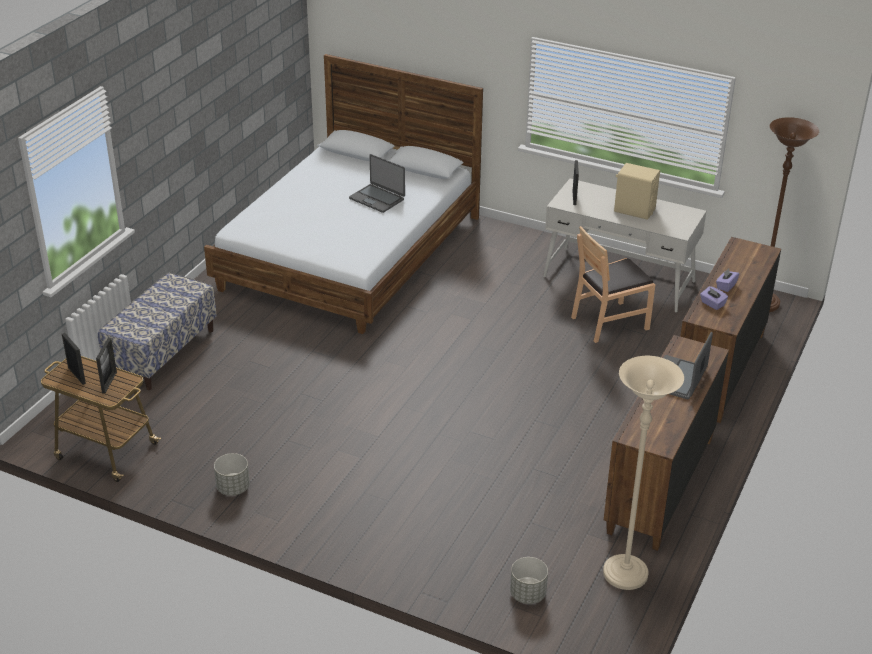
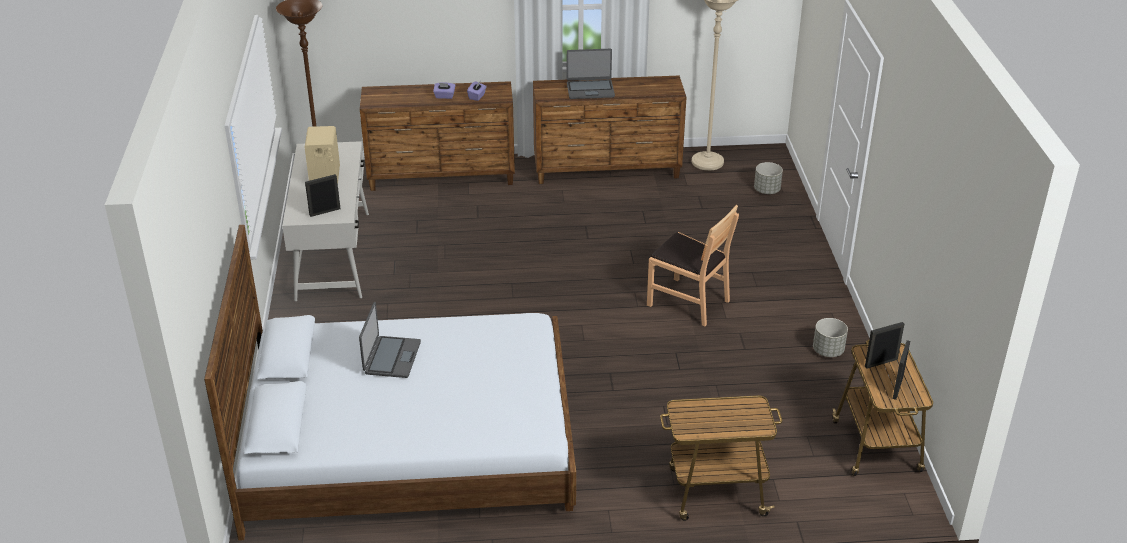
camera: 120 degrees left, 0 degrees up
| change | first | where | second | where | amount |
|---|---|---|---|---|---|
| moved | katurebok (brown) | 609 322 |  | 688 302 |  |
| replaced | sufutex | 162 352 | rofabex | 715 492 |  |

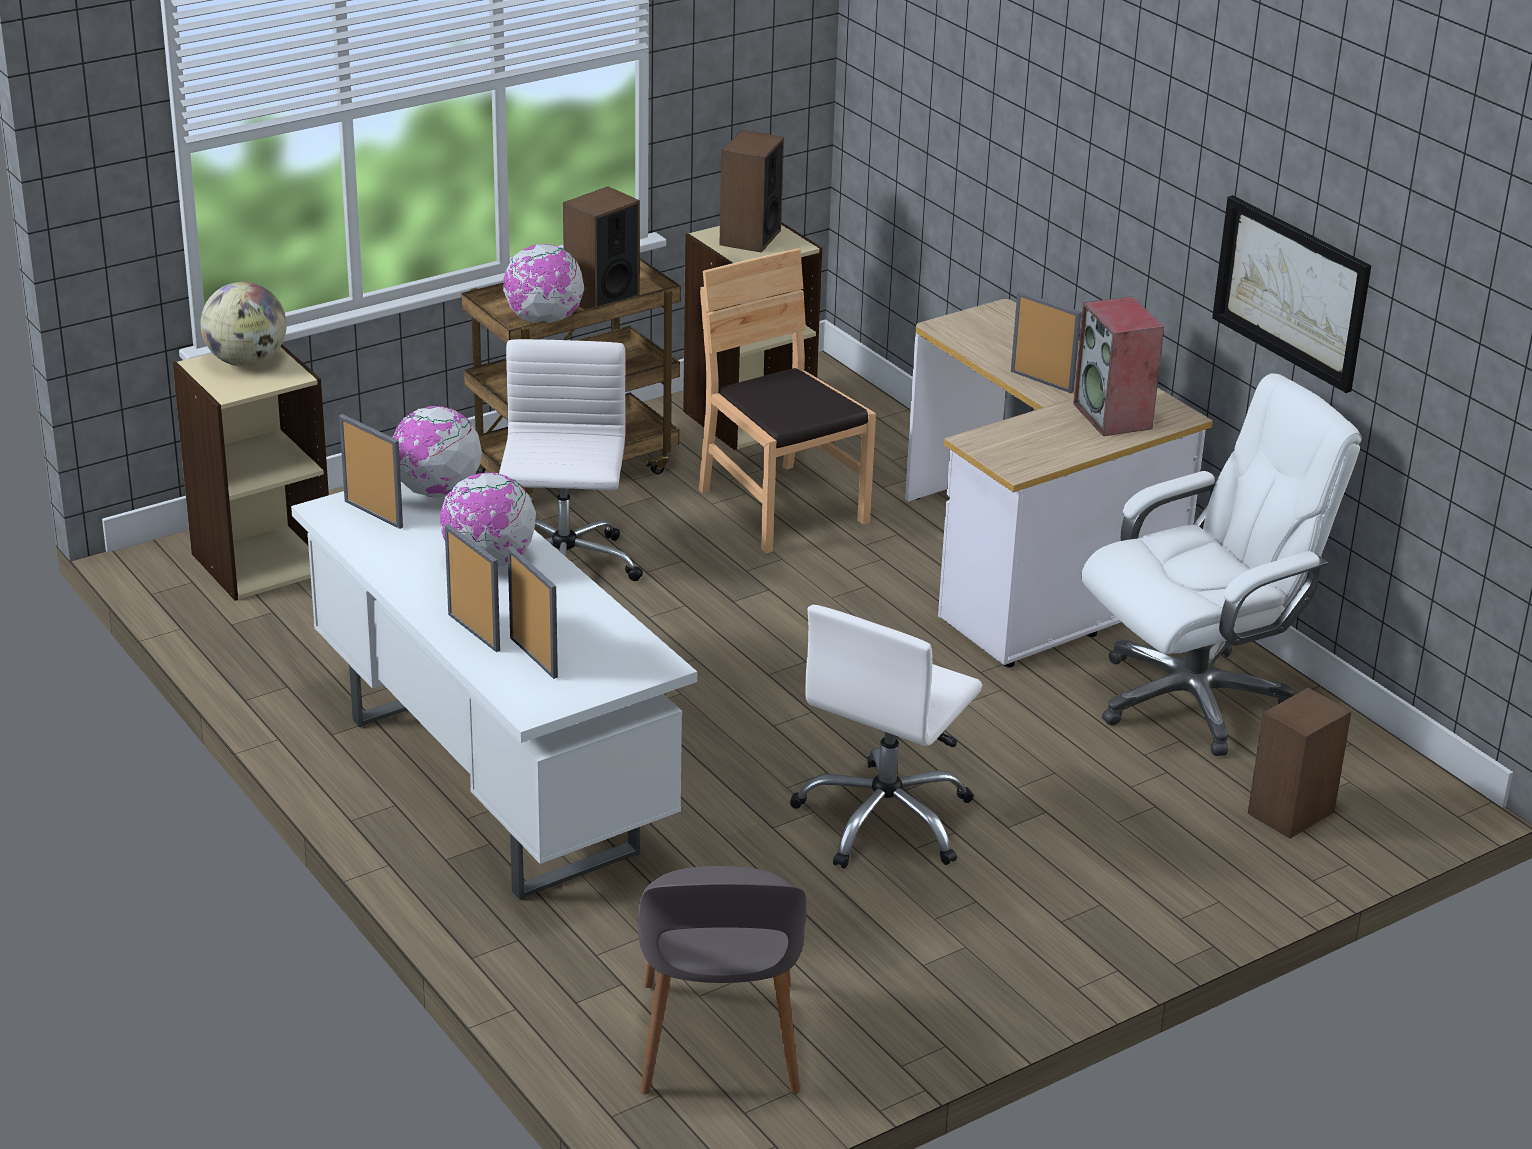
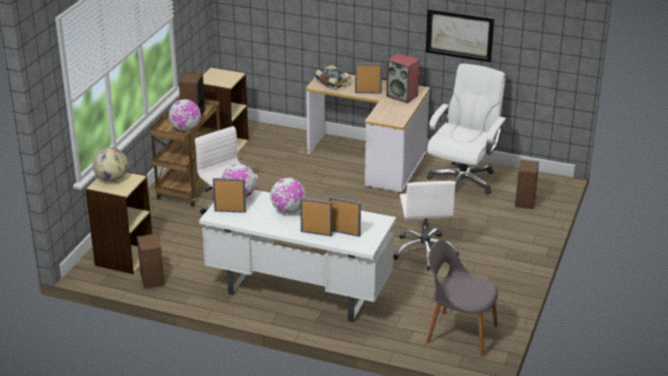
camera: 35 degrees left, 0 degrees up
| change | first | where | second | where | amount |
|---|---|---|---|---|---|
| moved | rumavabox | 749 237 |  | 152 279 |  |
| added |  |  | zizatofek | 332 83 |  |
| turned | katurebok (grey) | 718 1042 |  | 459 333 | 150 degrees clockwise |
| removed | katurebok (brown) | 781 507 |  |  |  |

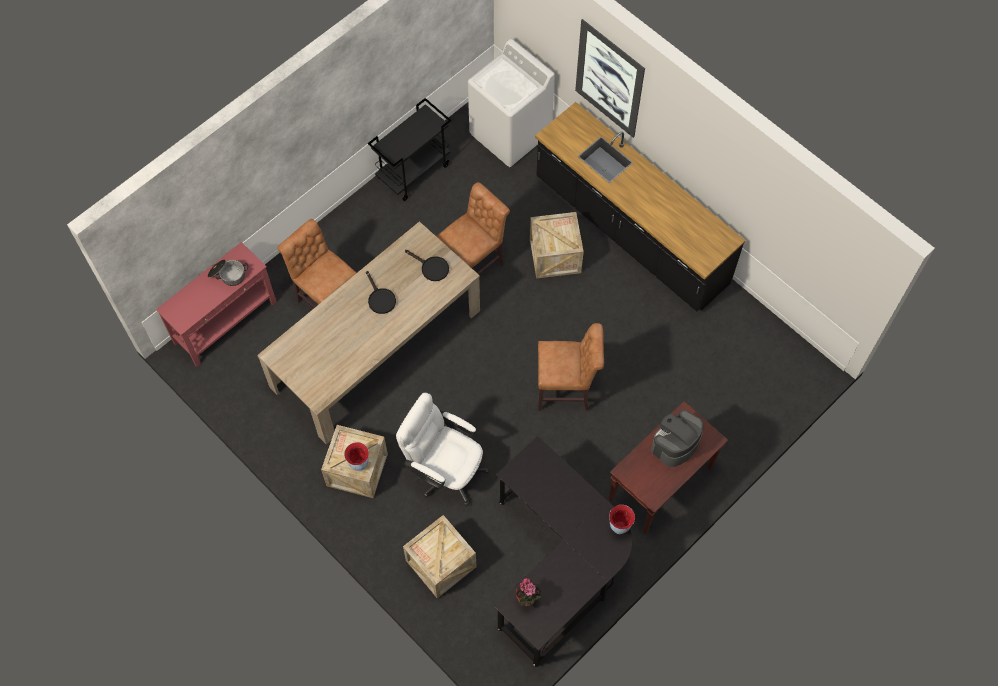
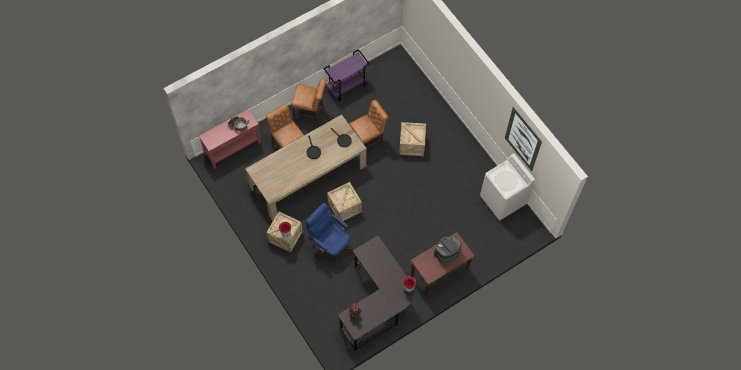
camera: 10 degrees right, 0 degrees up
| change | first | where | second | where | amount |
|---|---|---|---|---|---|
| moved | katurebok (brown) | 566 390 |  | 310 113 |  |
| recoloured | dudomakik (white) | 444 470 | dudomakik (blue) | 330 245 |  |
| recoloured | rofabex (black) | 414 171 | rofabex (purple) | 347 86 |  |
| moved | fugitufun | 441 563 |  | 344 207 |  |
| moved | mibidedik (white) | 510 134 |  | 503 200 |  |
| moved | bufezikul | 609 79 |  | 523 139 |  |
| removed | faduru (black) | 630 232 |  |  |  |

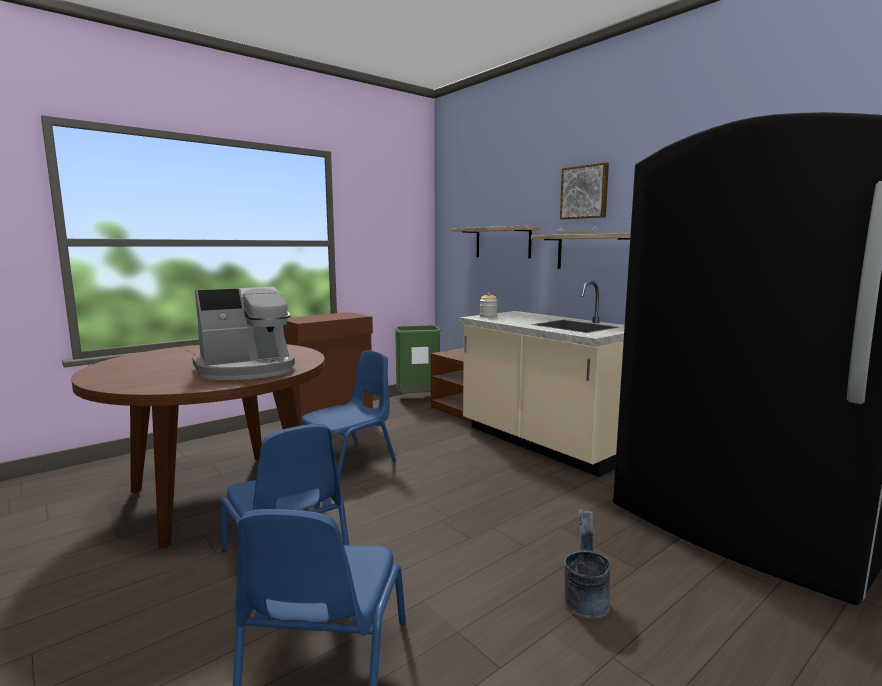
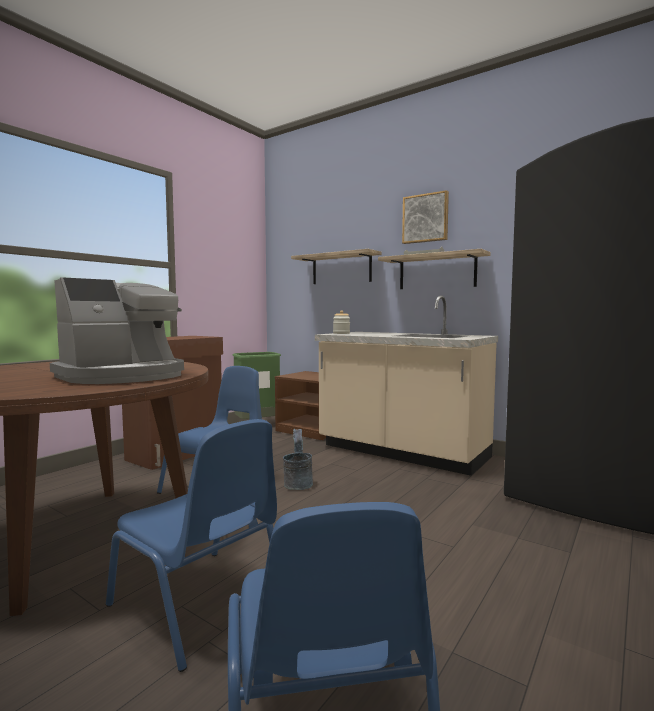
camera: 15 degrees left, 5 degrees down
| change | first | where | second | where | amount |
|---|---|---|---|---|---|
| moved | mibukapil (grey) | 585 599 |  | 298 483 |  |

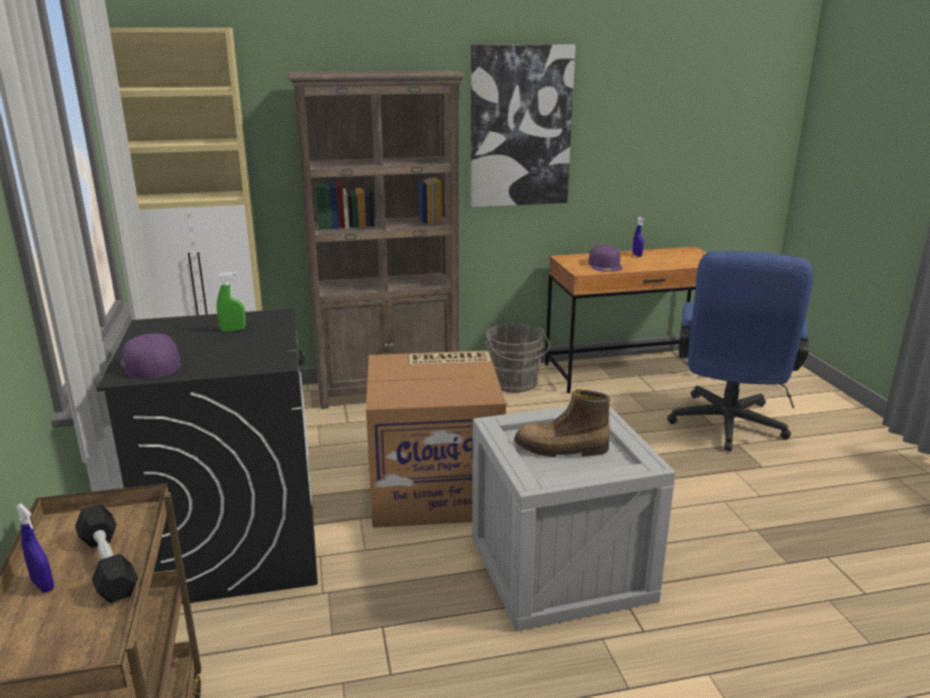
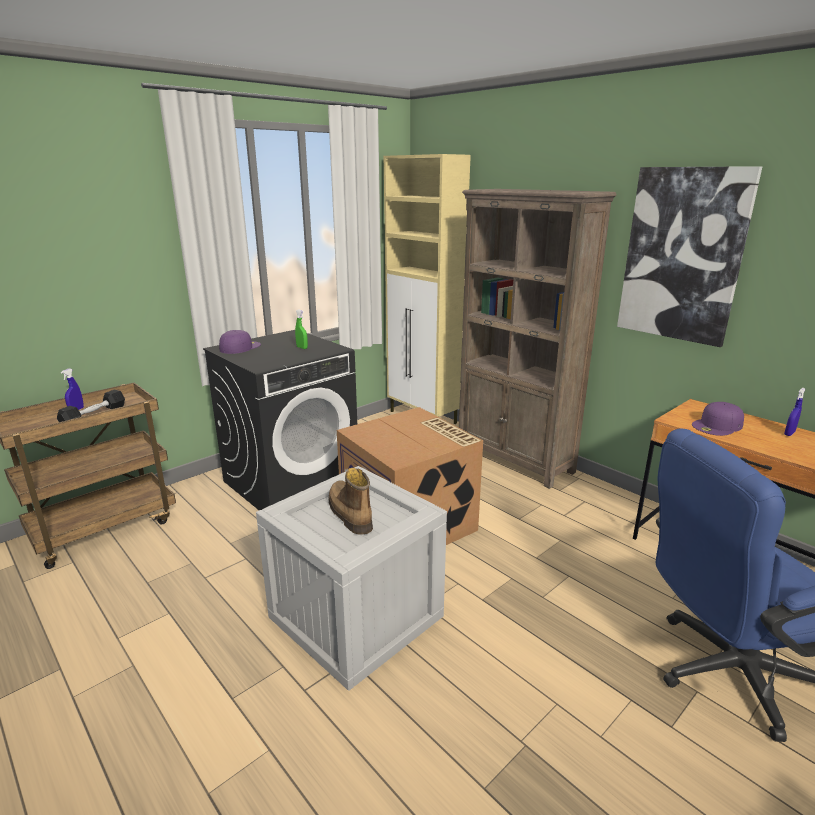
camera: 60 degrees right, 0 degrees up
| change | first | where | second | where | amount |
|---|---|---|---|---|---|
| removed | mibukapil (grey) | 514 384 |  |  |  |

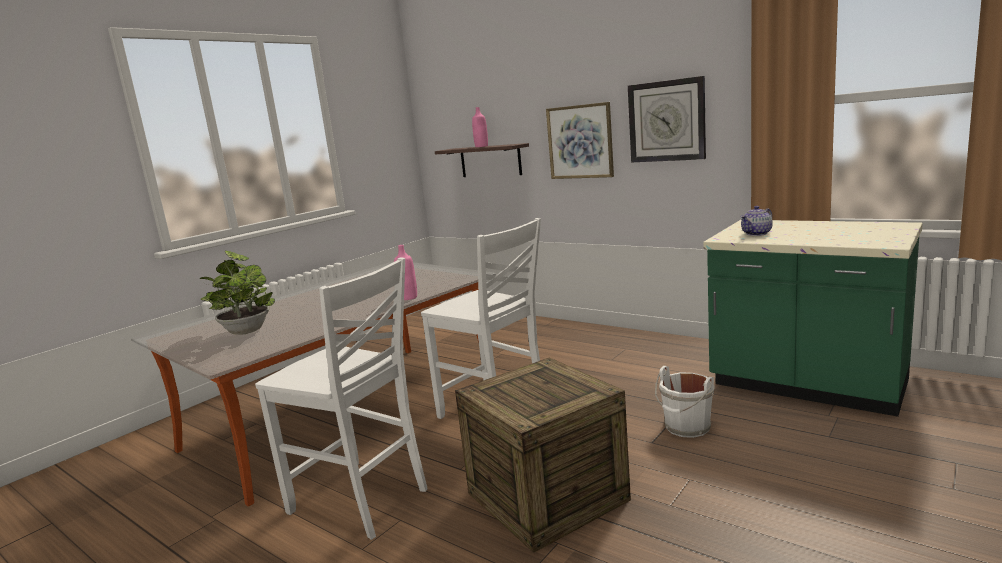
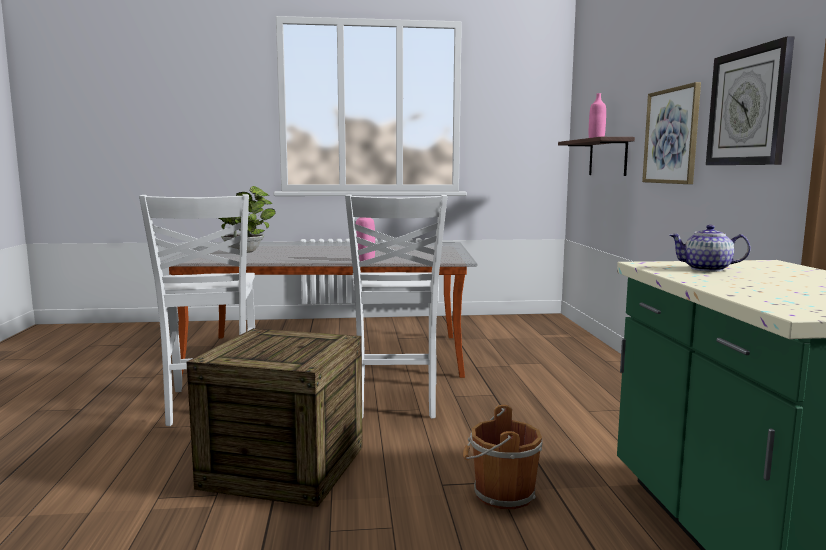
camera: 45 degrees right, 5 degrees down
| change | first | where | second | where | amount |
|---|---|---|---|---|---|
| recoloured | mibukapil (white) | 686 428 | mibukapil (brown) | 501 494 |  |

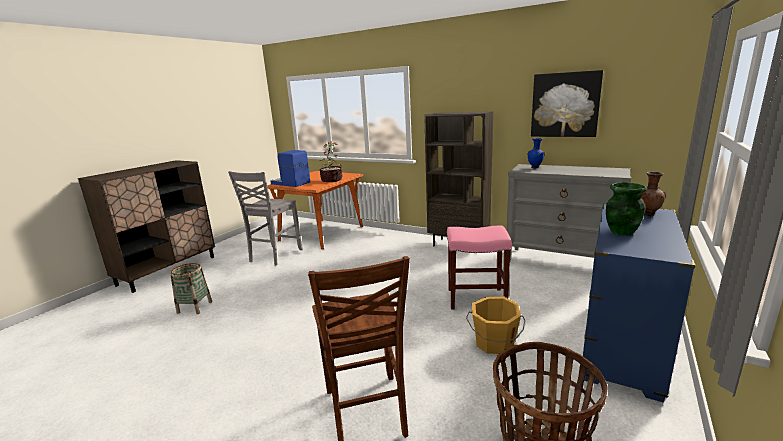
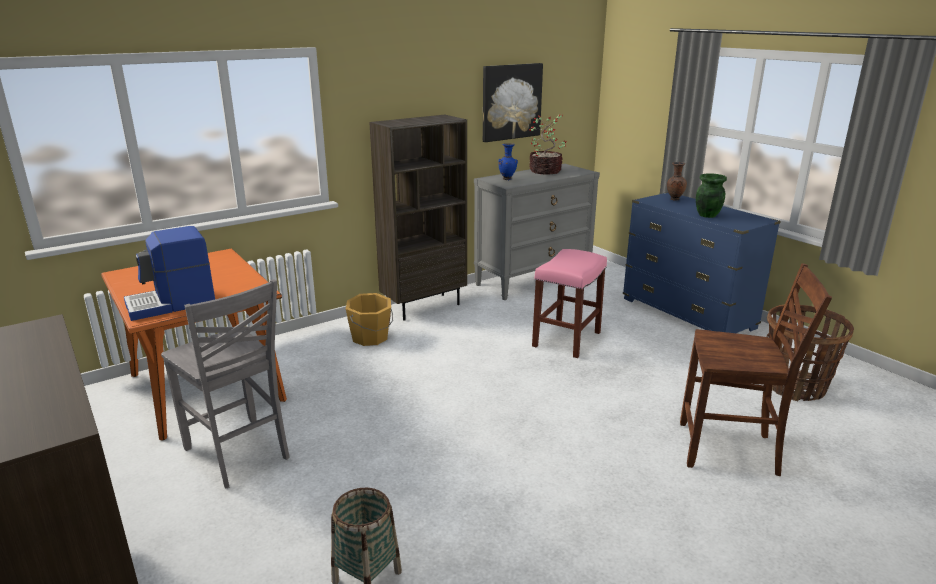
camera: 65 degrees left, 5 degrees up
| change | first | where | second | where | amount |
|---|---|---|---|---|---|
| moved | mibukapil (orange) | 494 343 |  | 370 337 |  |
| moved | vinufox | 332 180 |  | 546 171 |  |

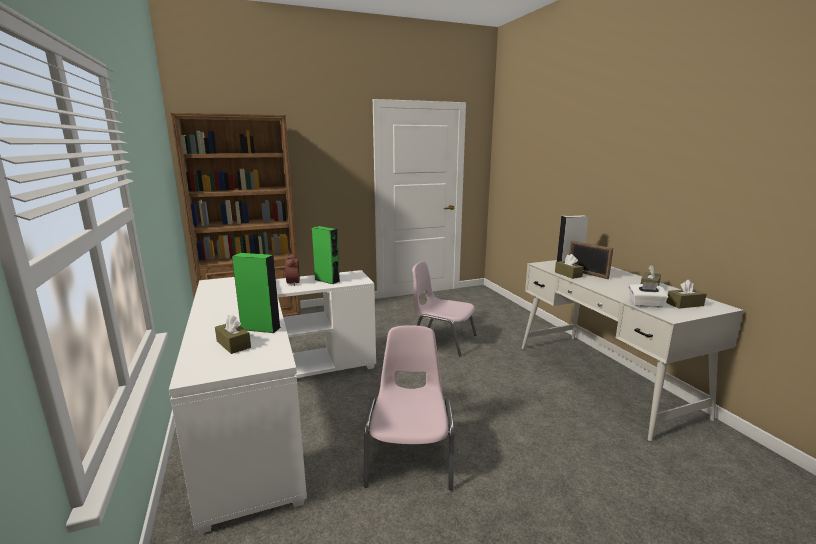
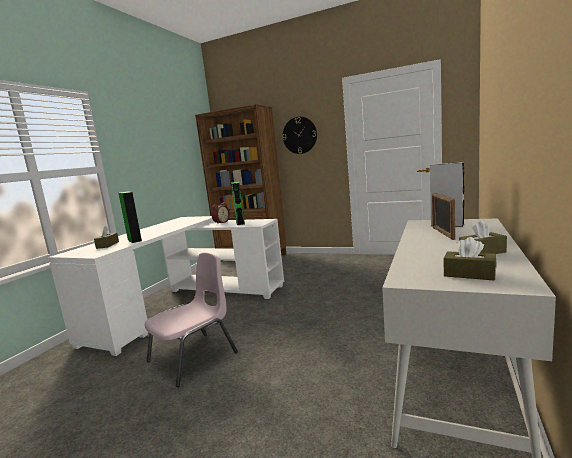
camera: 45 degrees right, 5 degrees down
| change | first | where | second | where | amount |
|---|---|---|---|---|---|
| added |  |  | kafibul | 299 135 |  |
| removed | katurebok (pink) | 442 340 |  |  |  |
| removed | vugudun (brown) | 568 274 |  |  |  |
| removed | vugudun (white) | 646 304 |  |  |  |

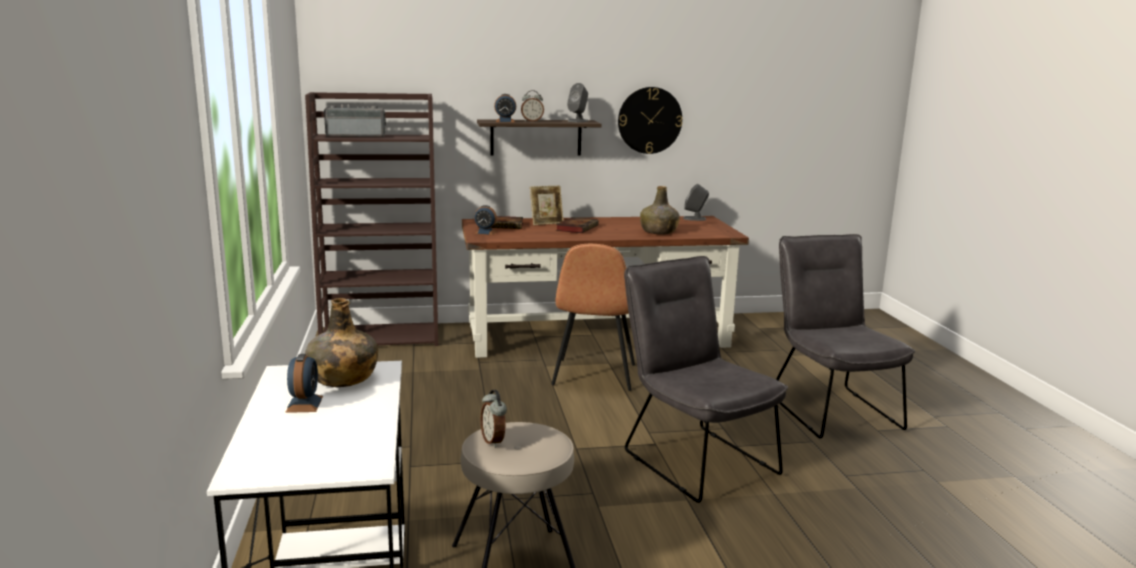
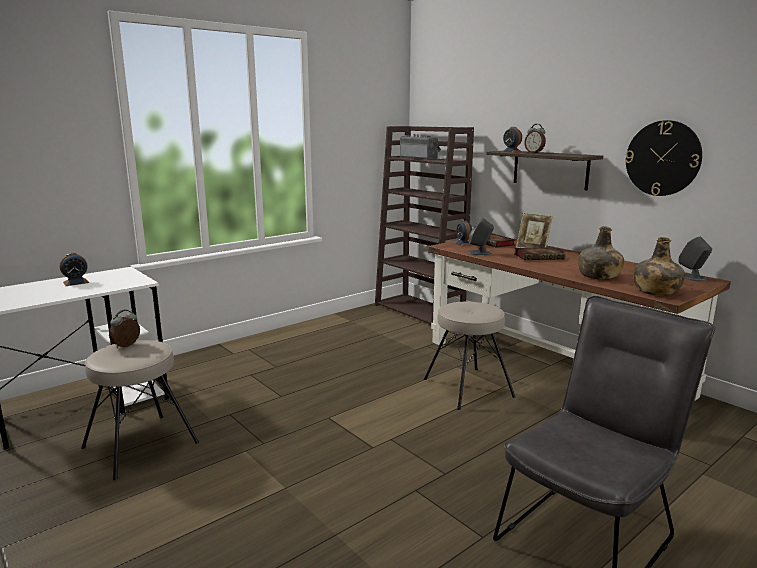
camera: 60 degrees right, 0 degrees up
| change | first | where | second | where | amount |
|---|---|---|---|---|---|
| replaced | katurebok (brown) | 593 376 | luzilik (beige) | 467 388 |  |
| moved | rumavabox (grey) | 578 121 |  | 480 253 |  |
| moved | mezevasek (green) | 342 378 |  | 655 291 |  |
| removed | katurebok (grey) | 693 458 |  |  |  |

